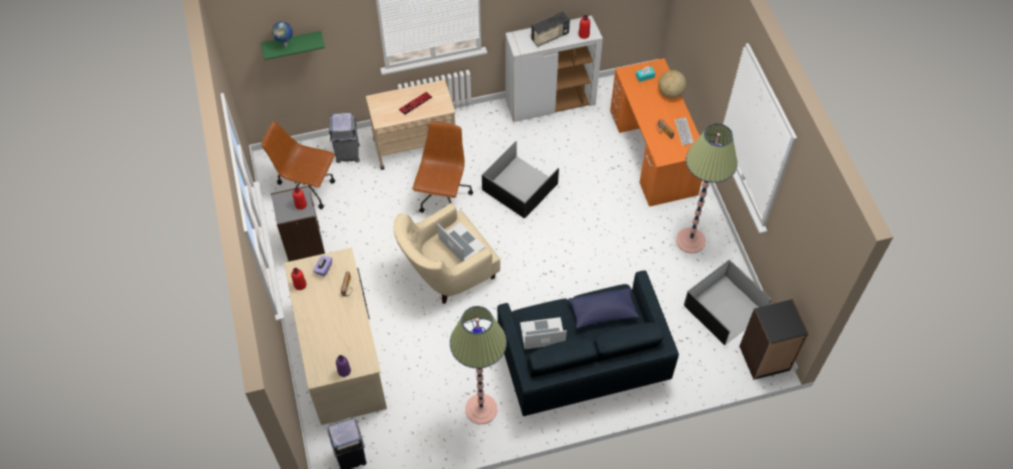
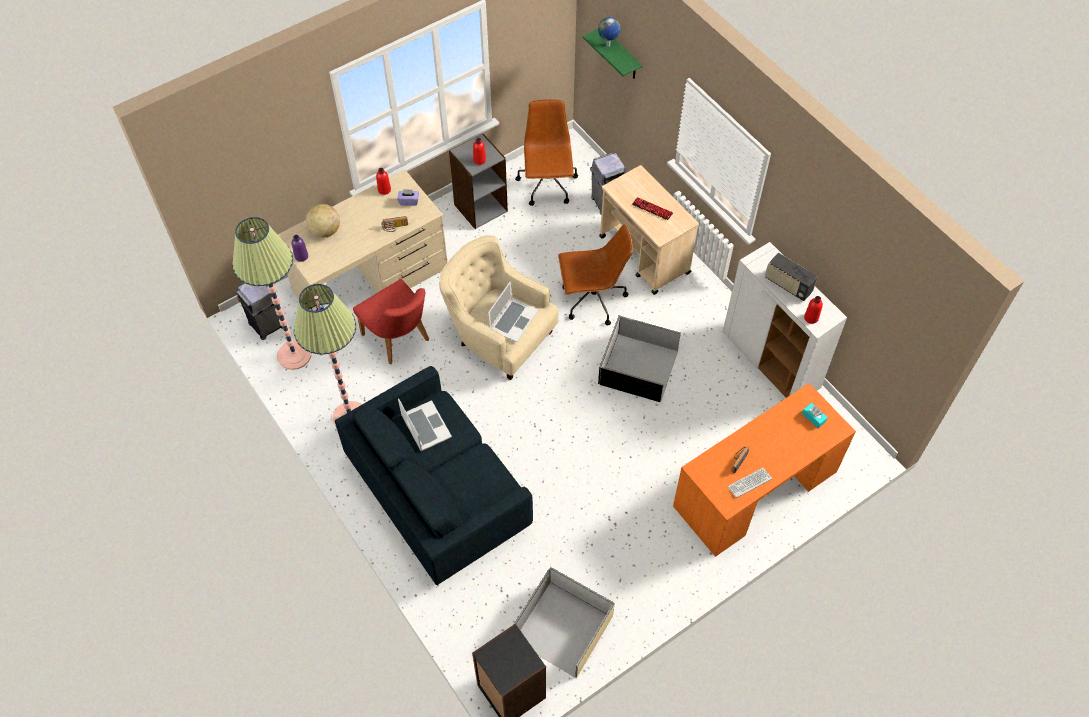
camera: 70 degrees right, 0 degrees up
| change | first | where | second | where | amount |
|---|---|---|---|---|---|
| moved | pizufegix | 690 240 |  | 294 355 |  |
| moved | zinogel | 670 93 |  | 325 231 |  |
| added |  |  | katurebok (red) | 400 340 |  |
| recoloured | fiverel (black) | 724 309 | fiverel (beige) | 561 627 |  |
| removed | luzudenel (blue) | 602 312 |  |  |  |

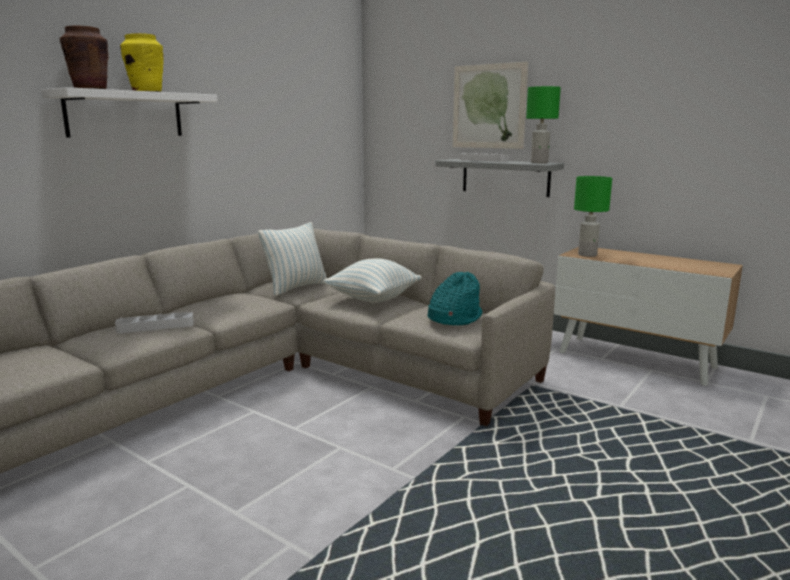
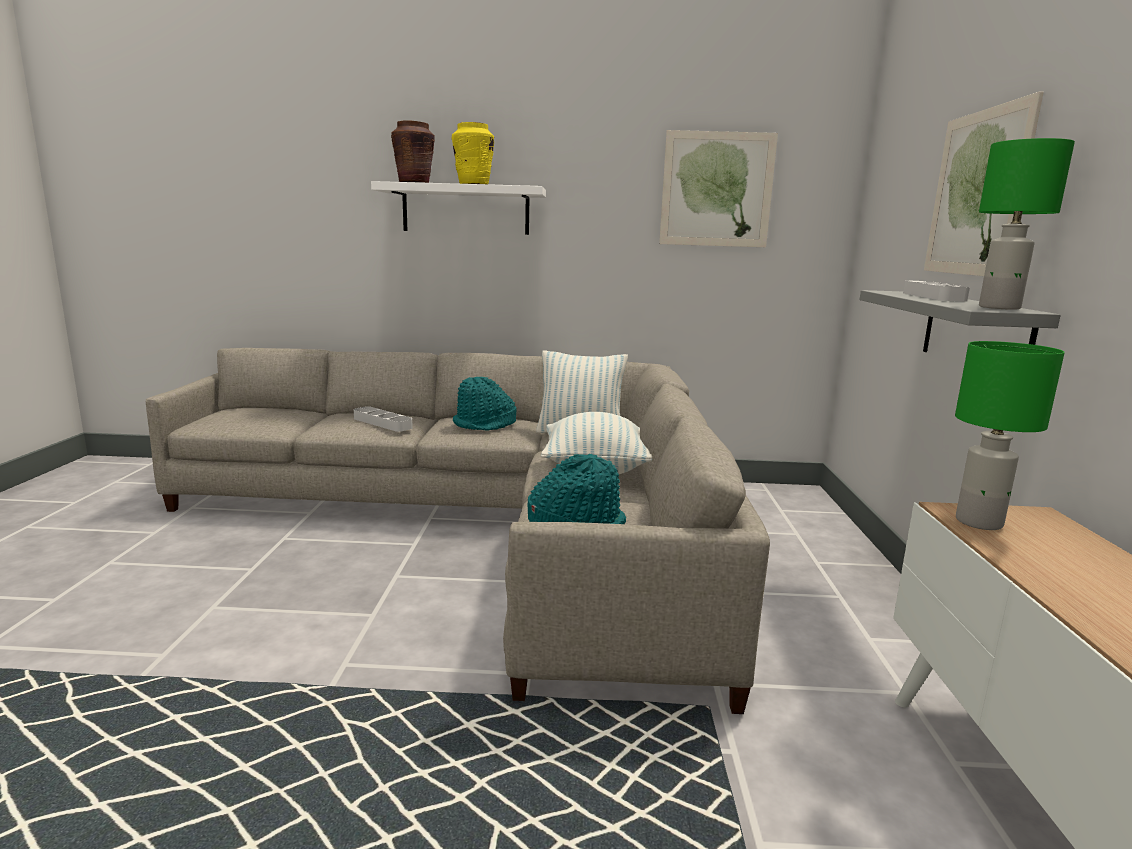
camera: 55 degrees right, 0 degrees up
| change | first | where | second | where | amount |
|---|---|---|---|---|---|
| added |  |  | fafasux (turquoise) | 485 425 |  |
| added |  |  | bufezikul | 716 189 |  |

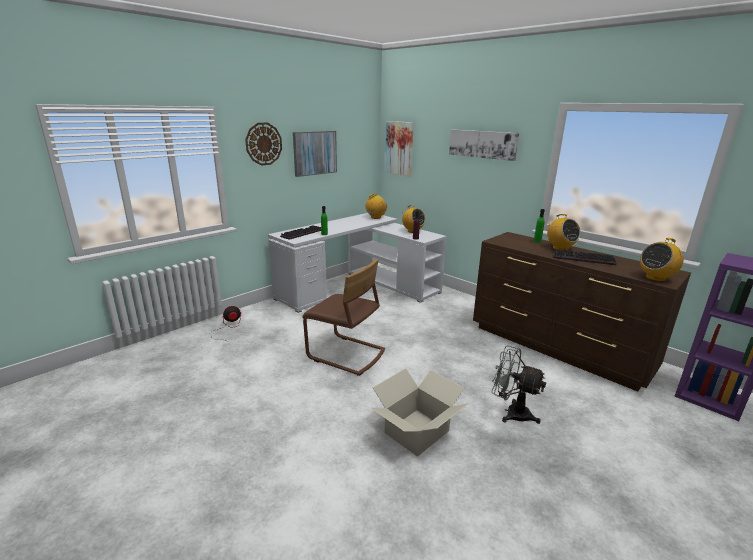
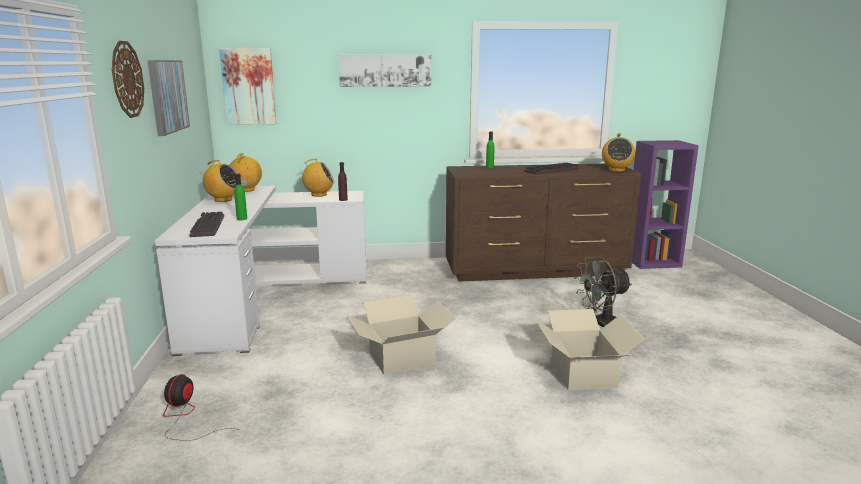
camera: 50 degrees left, 5 degrees down
| change | first | where | second | where | amount |
|---|---|---|---|---|---|
| moved | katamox | 560 248 |  | 223 200 |  |
| replaced | katurebok (brown) | 346 354 | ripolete | 402 358 |  |

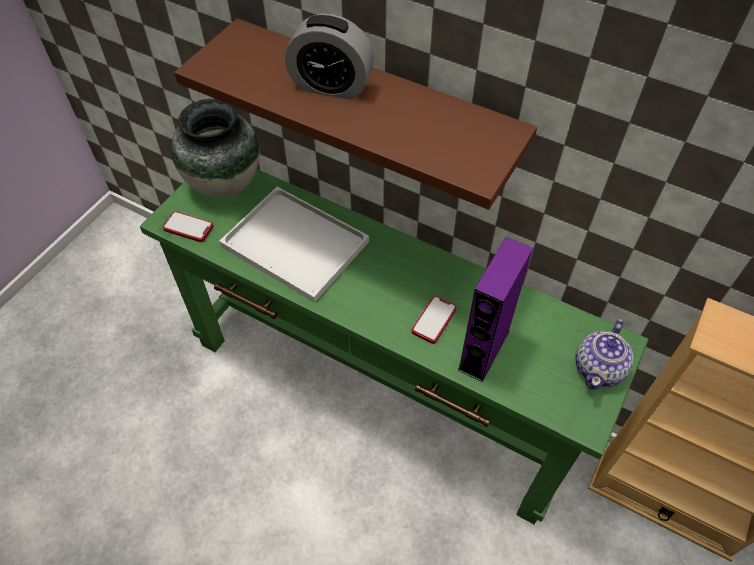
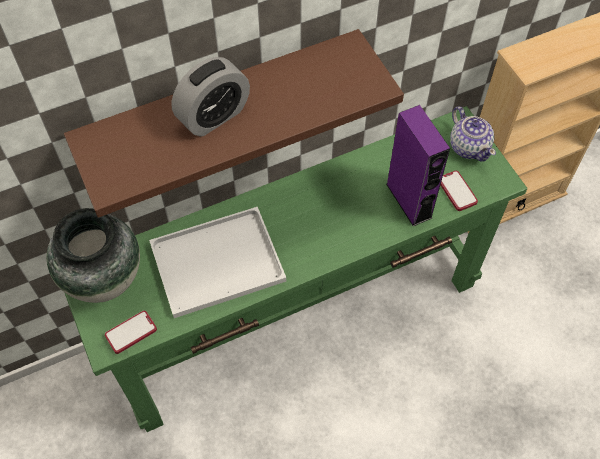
camera: 55 degrees left, 5 degrees up
| change | first | where | second | where | amount |
|---|---|---|---|---|---|
| moved | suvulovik | 434 320 |  | 457 191 |  |

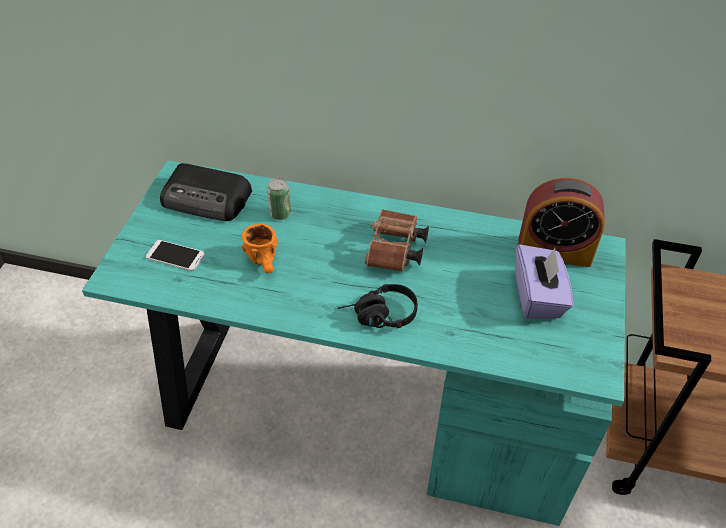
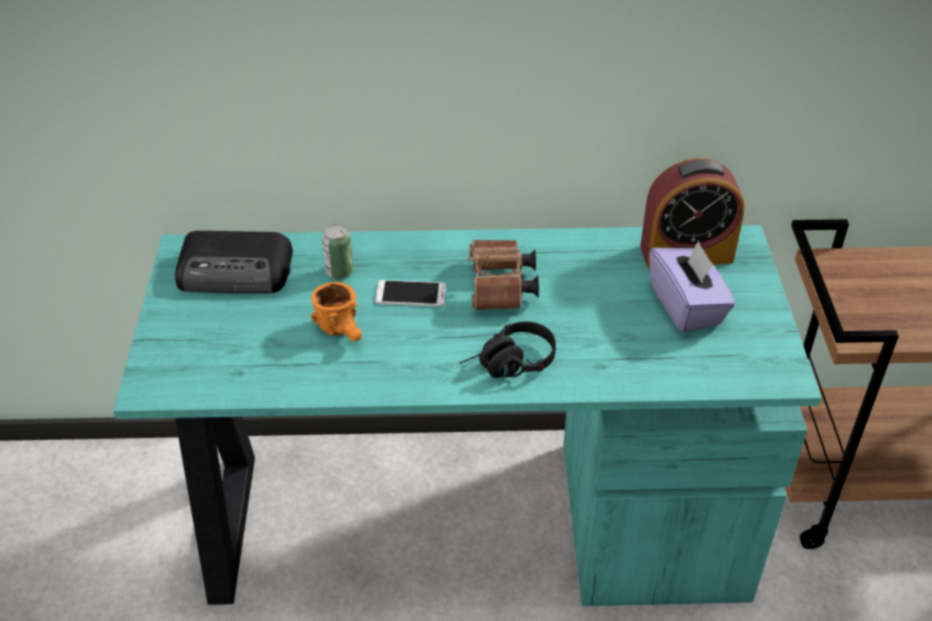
camera: 15 degrees left, 5 degrees down
| change | first | where | second | where | amount |
|---|---|---|---|---|---|
| moved | suvulovik | 175 256 |  | 410 294 |  |

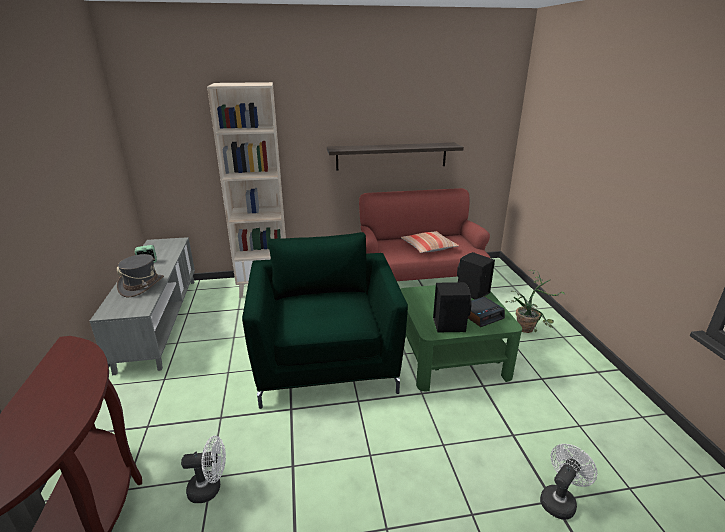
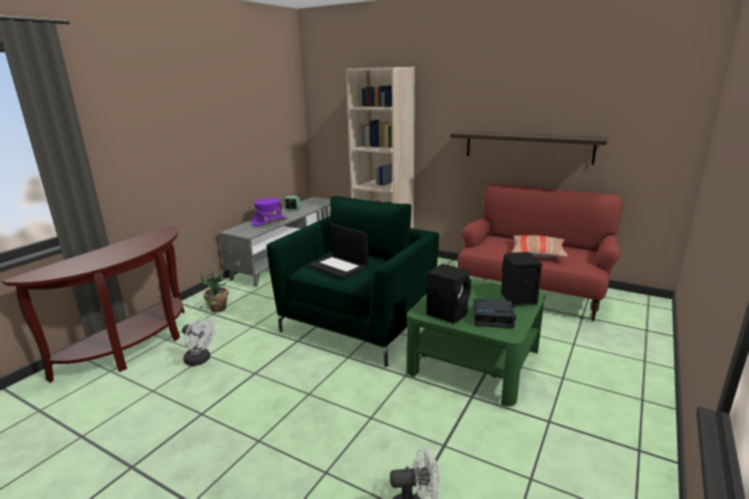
camera: 40 degrees right, 5 degrees down
| change | first | where | second | where | amount |
|---|---|---|---|---|---|
| moved | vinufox | 530 328 |  | 221 310 |  |
| recoloured | fafasux (grey) | 142 286 | fafasux (purple) | 269 222 |  |
| added |  |  | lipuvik | 339 266 |  |

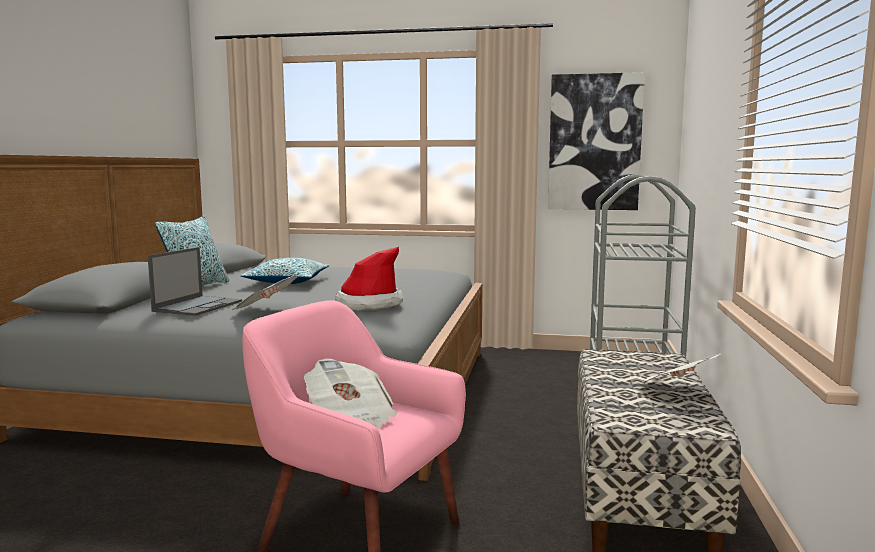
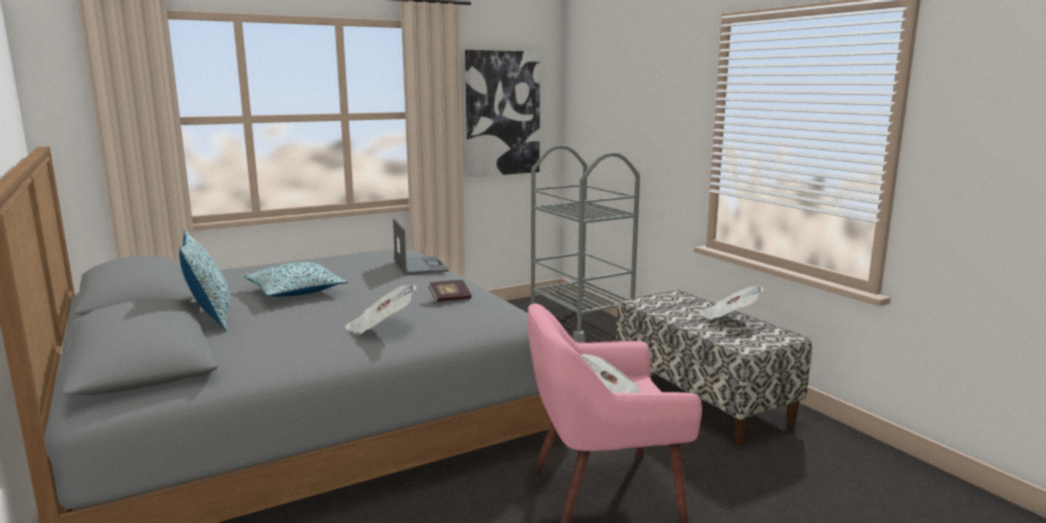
camera: 40 degrees left, 5 degrees up
| change | first | where | second | where | amount |
|---|---|---|---|---|---|
| moved | lipuvik | 198 306 |  | 420 266 |  |
| replaced | fafasux | 369 304 | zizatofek | 450 299 |  |

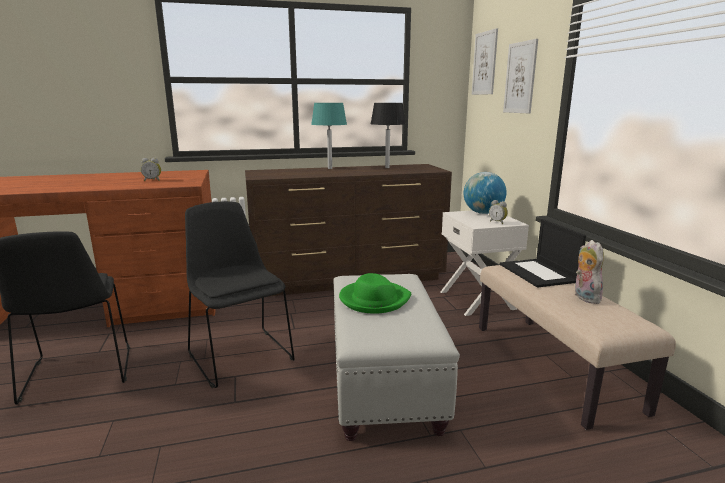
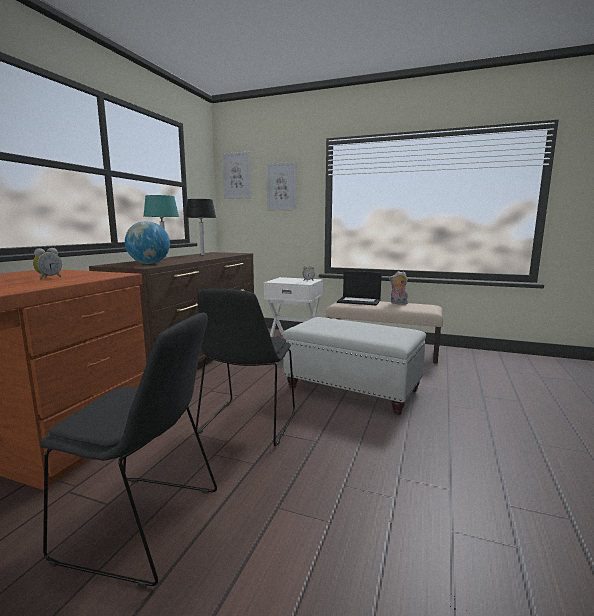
camera: 55 degrees left, 5 degrees down
| change | first | where | second | where | amount |
|---|---|---|---|---|---|
| moved | zinogel | 483 213 |  | 149 264 |  |
| turned | katurebok (black) | 240 355 |  | 247 425 | 75 degrees counterclockwise |
| removed | fafasux (green) | 374 299 |  |  |  |

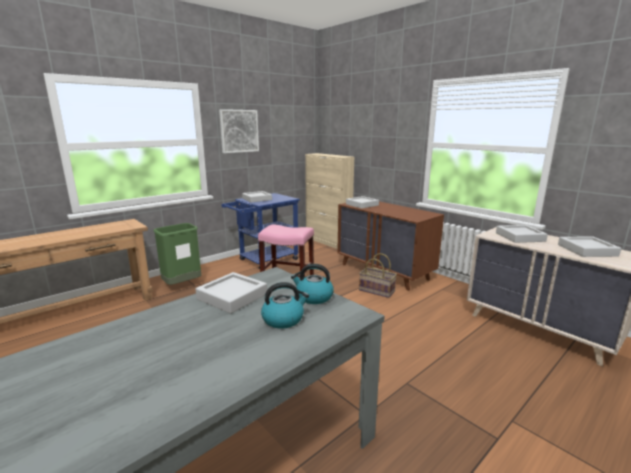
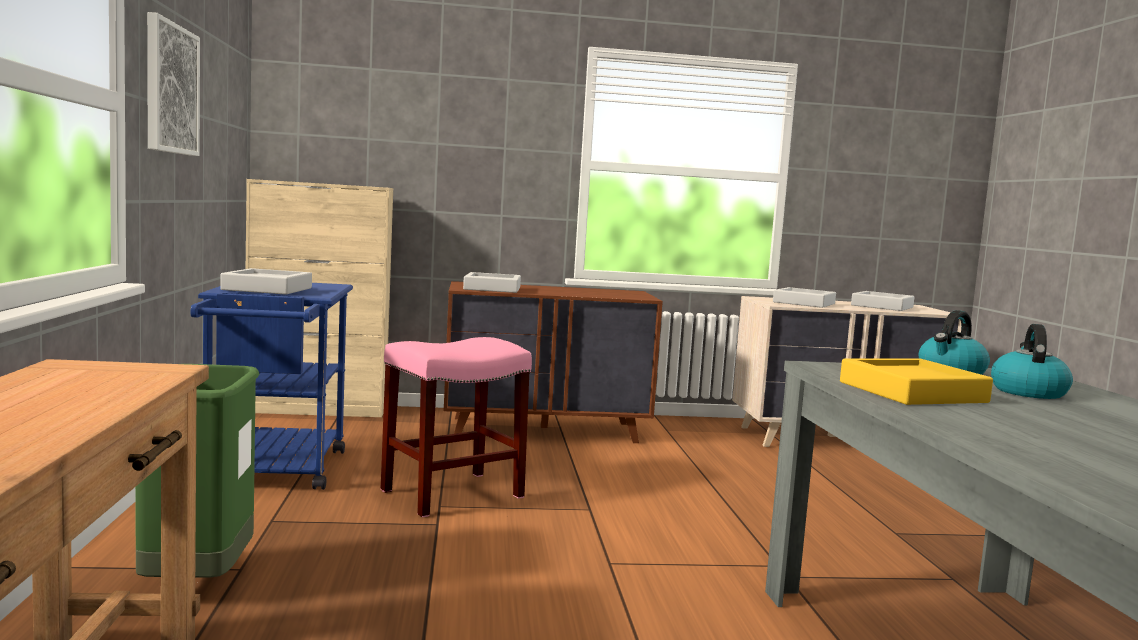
camera: 55 degrees left, 10 degrees down
| change | first | where | second | where | amount |
|---|---|---|---|---|---|
| recoloured | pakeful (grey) | 232 296 | pakeful (yellow) | 912 392 |  |
| removed | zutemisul | 377 290 |  |  |  |

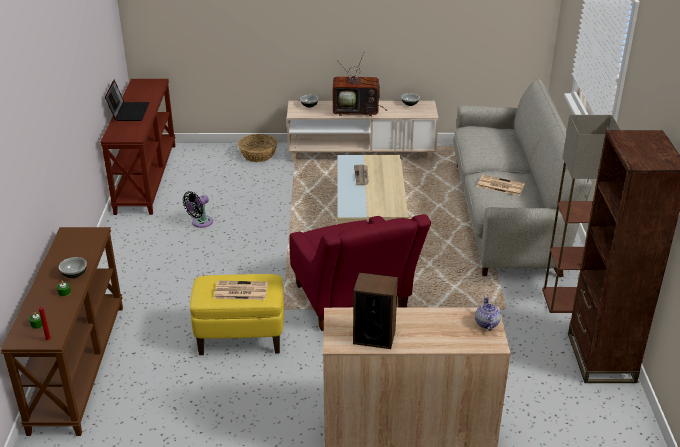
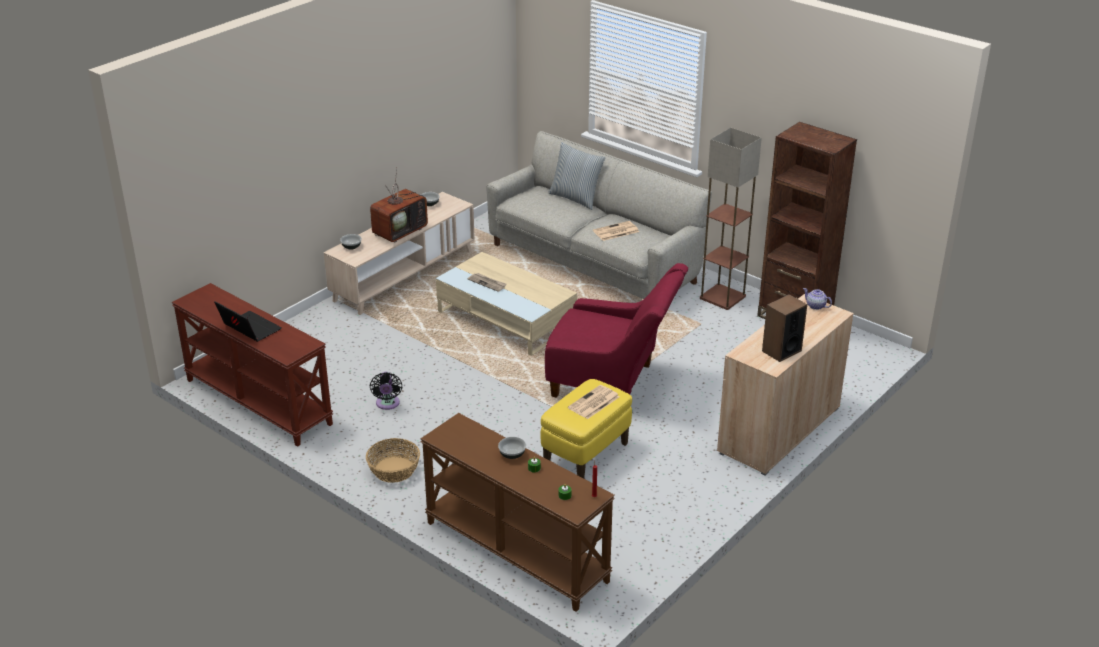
camera: 50 degrees left, 0 degrees up
| change | first | where | second | where | amount |
|---|---|---|---|---|---|
| moved | zutemisul | 258 155 |  | 393 469 |  |
| added |  |  | luzudenel | 576 198 |  |

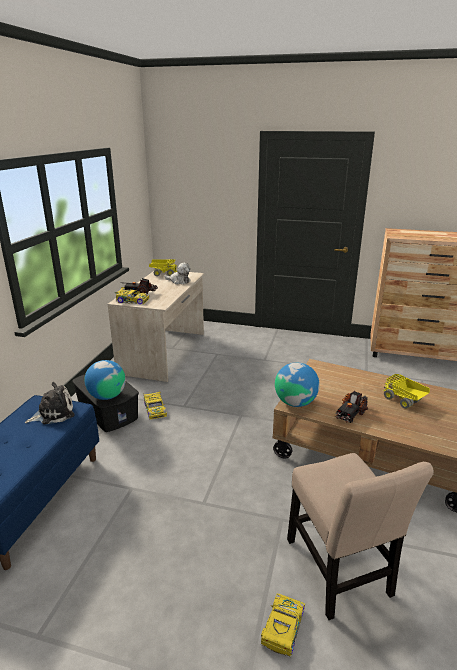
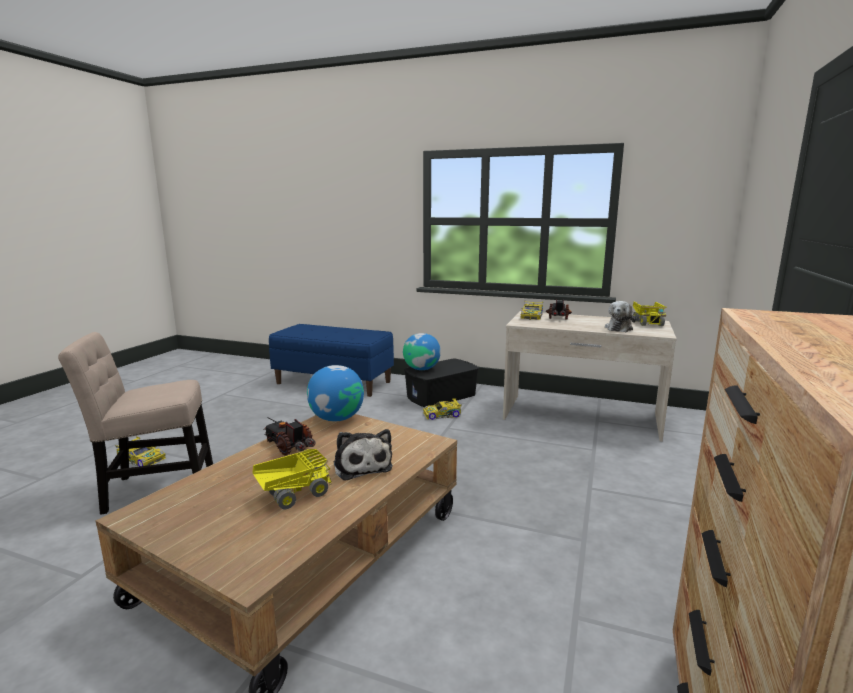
camera: 95 degrees right, 10 degrees down
| change | first | where | second | where | amount |
|---|---|---|---|---|---|
| moved | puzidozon | 53 413 |  | 361 465 |  |

